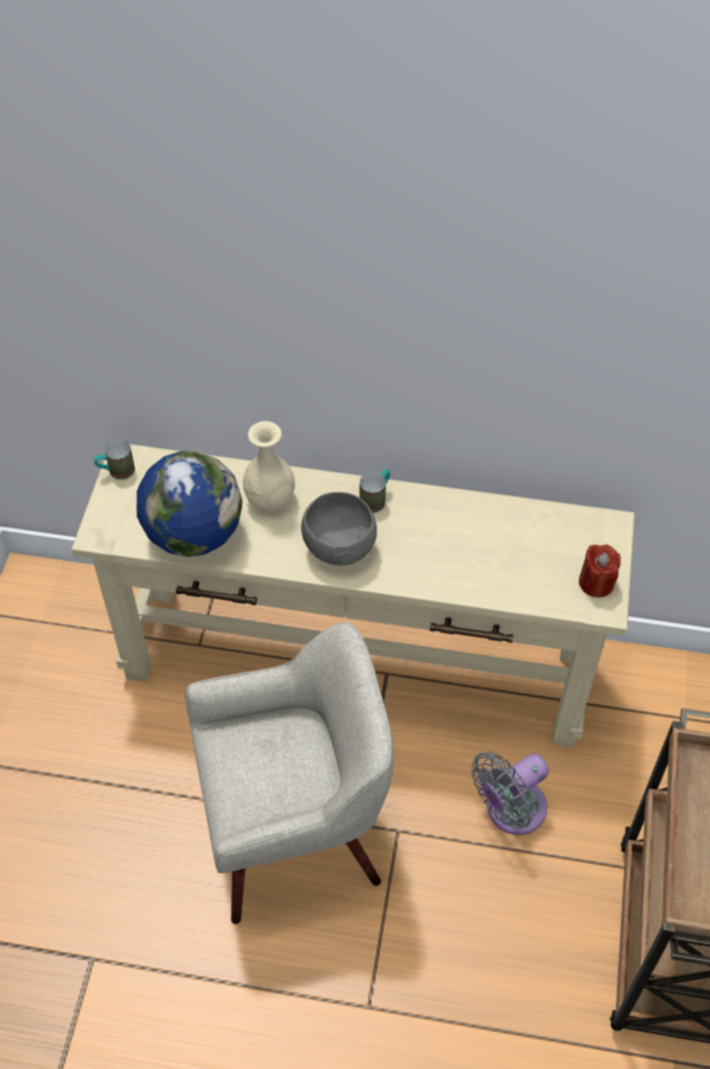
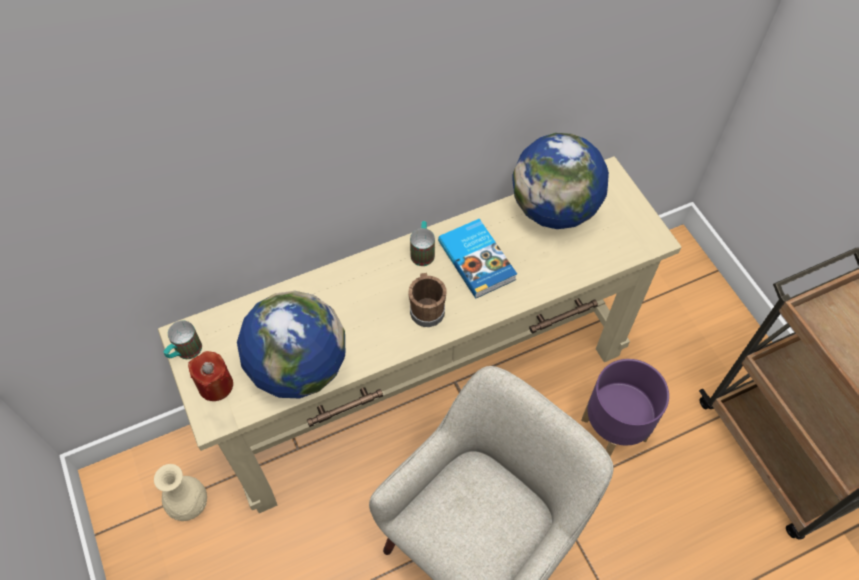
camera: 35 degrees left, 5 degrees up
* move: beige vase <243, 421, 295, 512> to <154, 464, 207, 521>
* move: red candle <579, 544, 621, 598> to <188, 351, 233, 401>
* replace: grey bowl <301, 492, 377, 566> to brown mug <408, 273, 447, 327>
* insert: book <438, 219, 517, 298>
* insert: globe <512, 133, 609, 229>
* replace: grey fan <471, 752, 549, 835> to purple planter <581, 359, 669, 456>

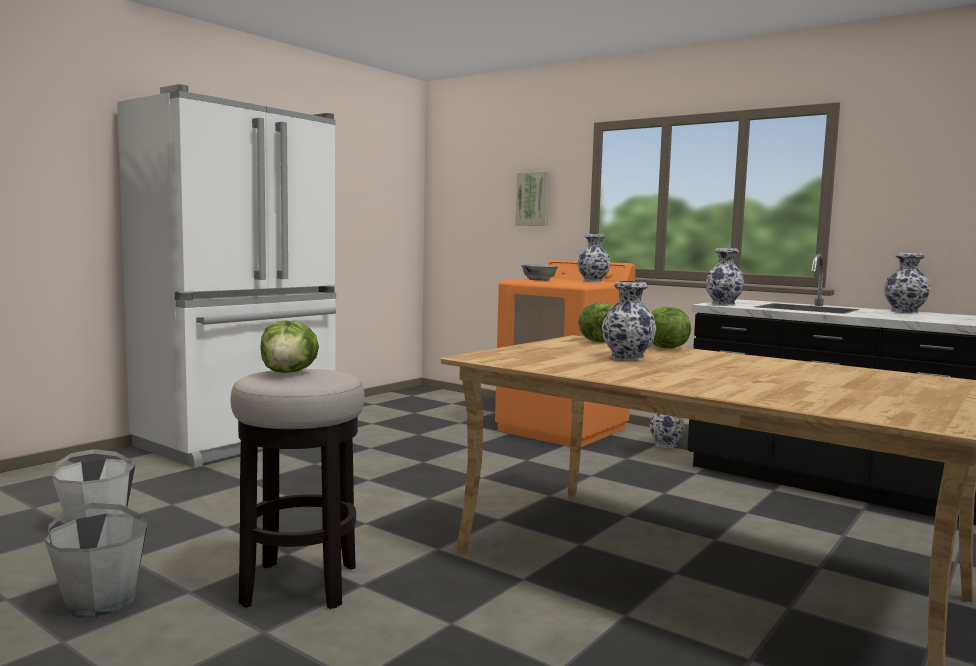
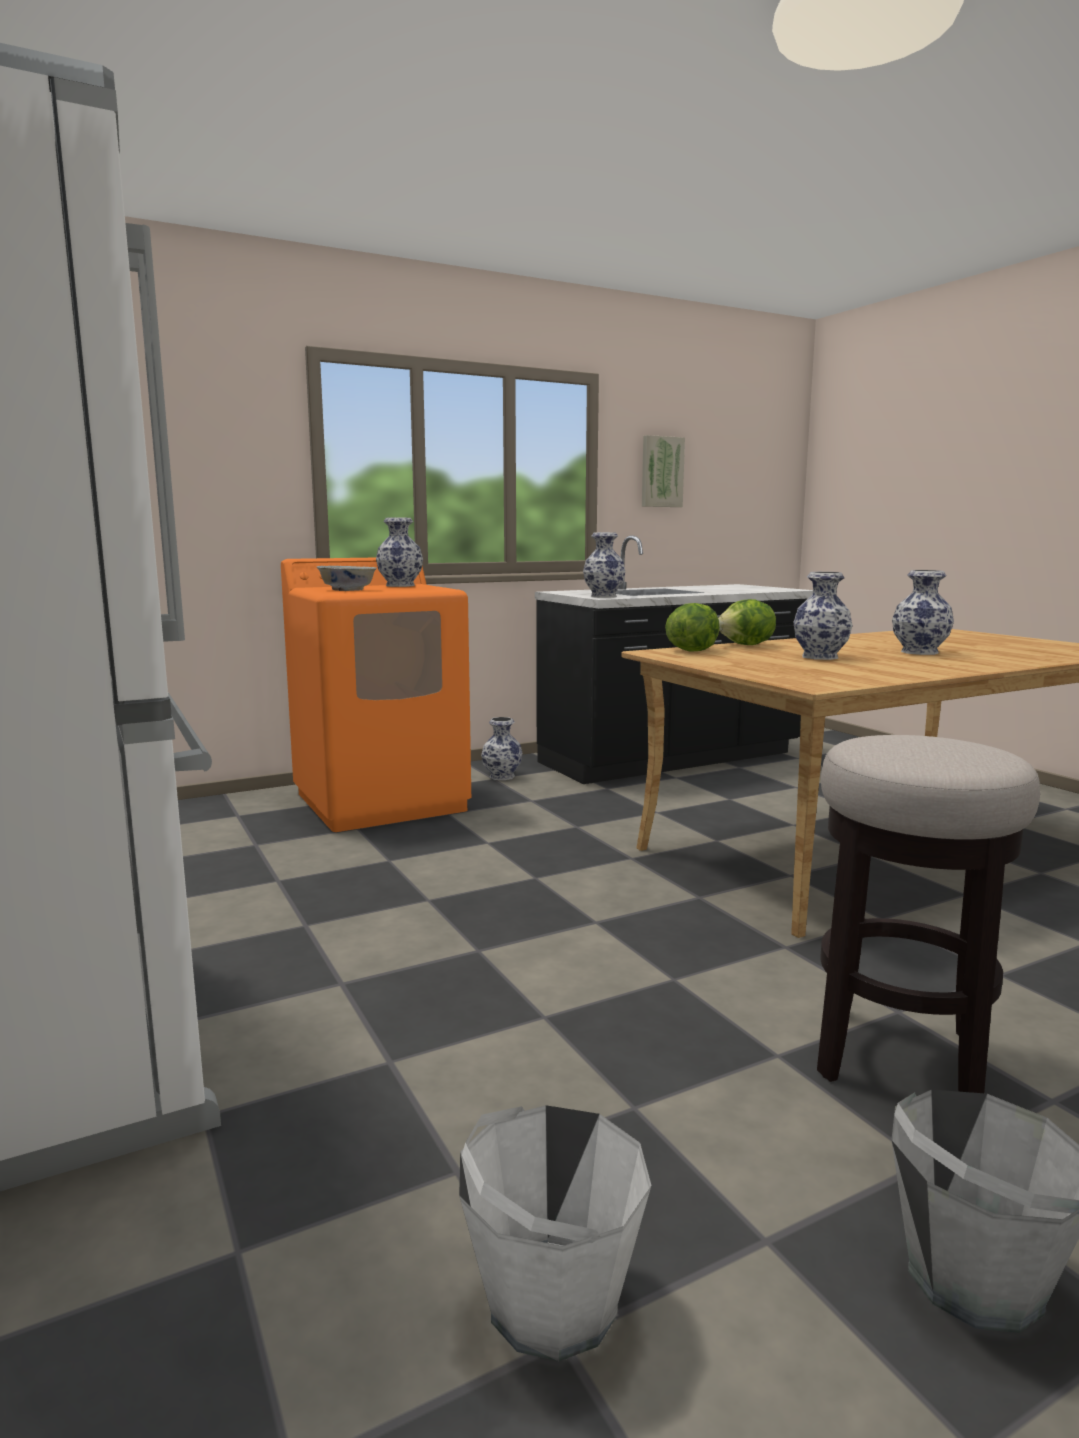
camera: 65 degrees left, 5 degrees up
* move: picture <515, 172, 550, 226> to <642, 435, 685, 507>
* move: vase <884, 253, 930, 313> to <892, 570, 954, 655>
* delete: lettuce <260, 320, 319, 373>

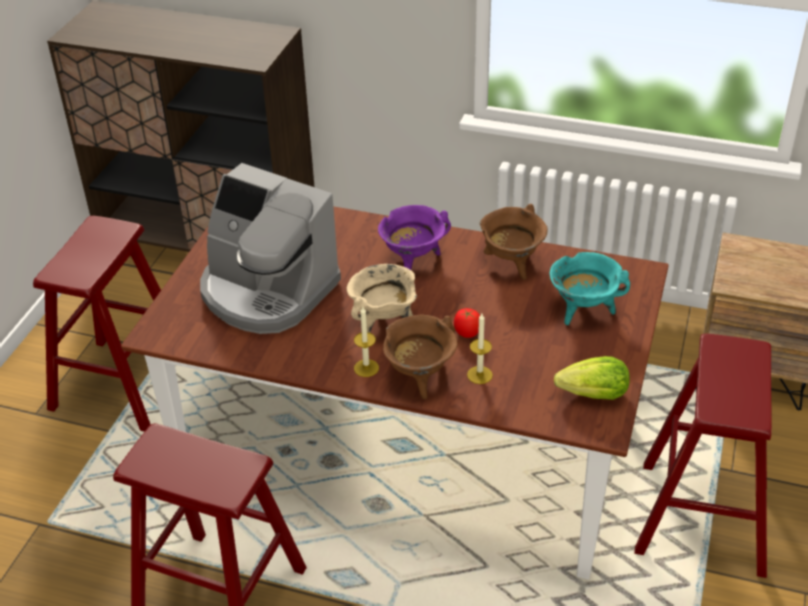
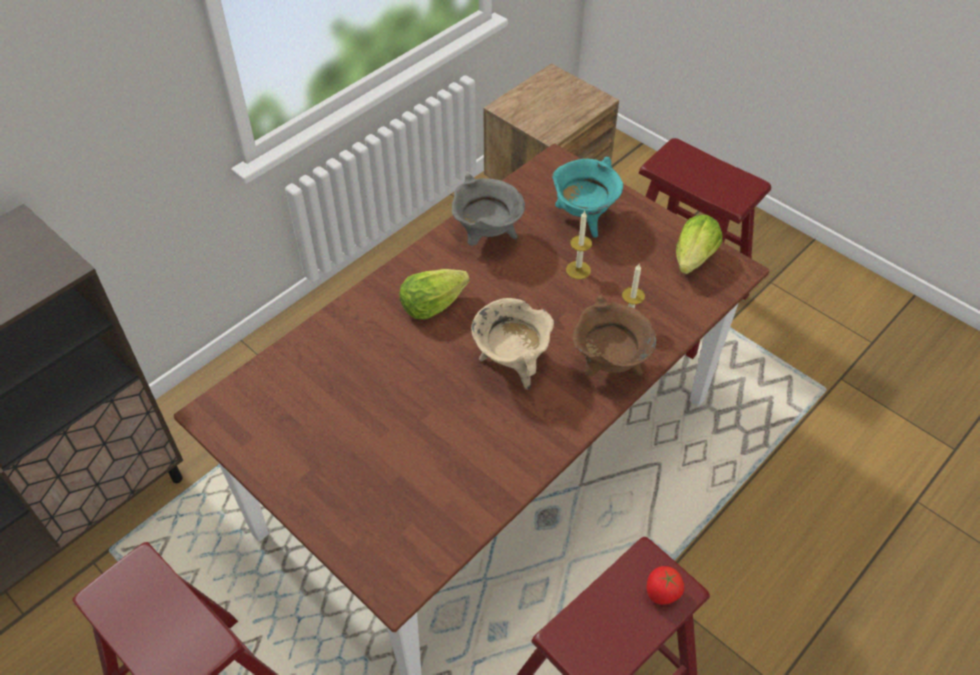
camera: 65 degrees left, 10 degrees up
* replace: purple cooking pot <378, 205, 451, 270> to lettuce <400, 269, 470, 320>
* recolor: brown cooking pot <480, 204, 548, 280> to grey cooking pot <452, 173, 525, 246>
* move: candle <354, 307, 379, 377> to <566, 211, 592, 279>
* move: tomato <454, 308, 480, 338> to <646, 566, 684, 605>
* delete: coffee machine <200, 163, 341, 334>

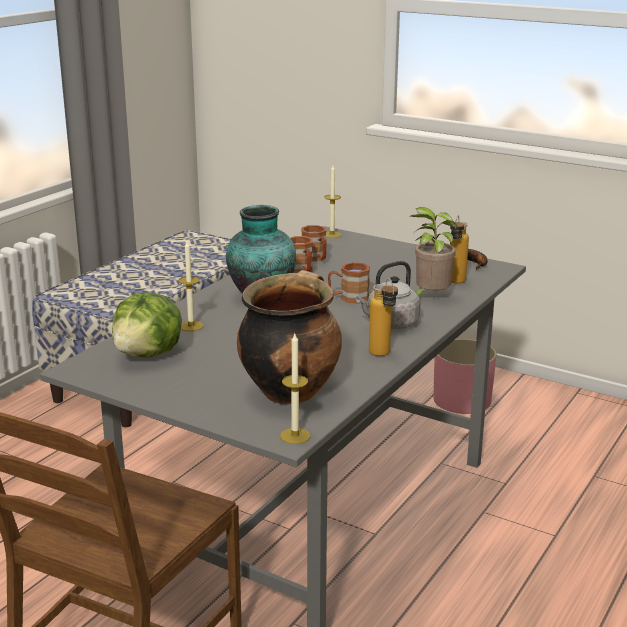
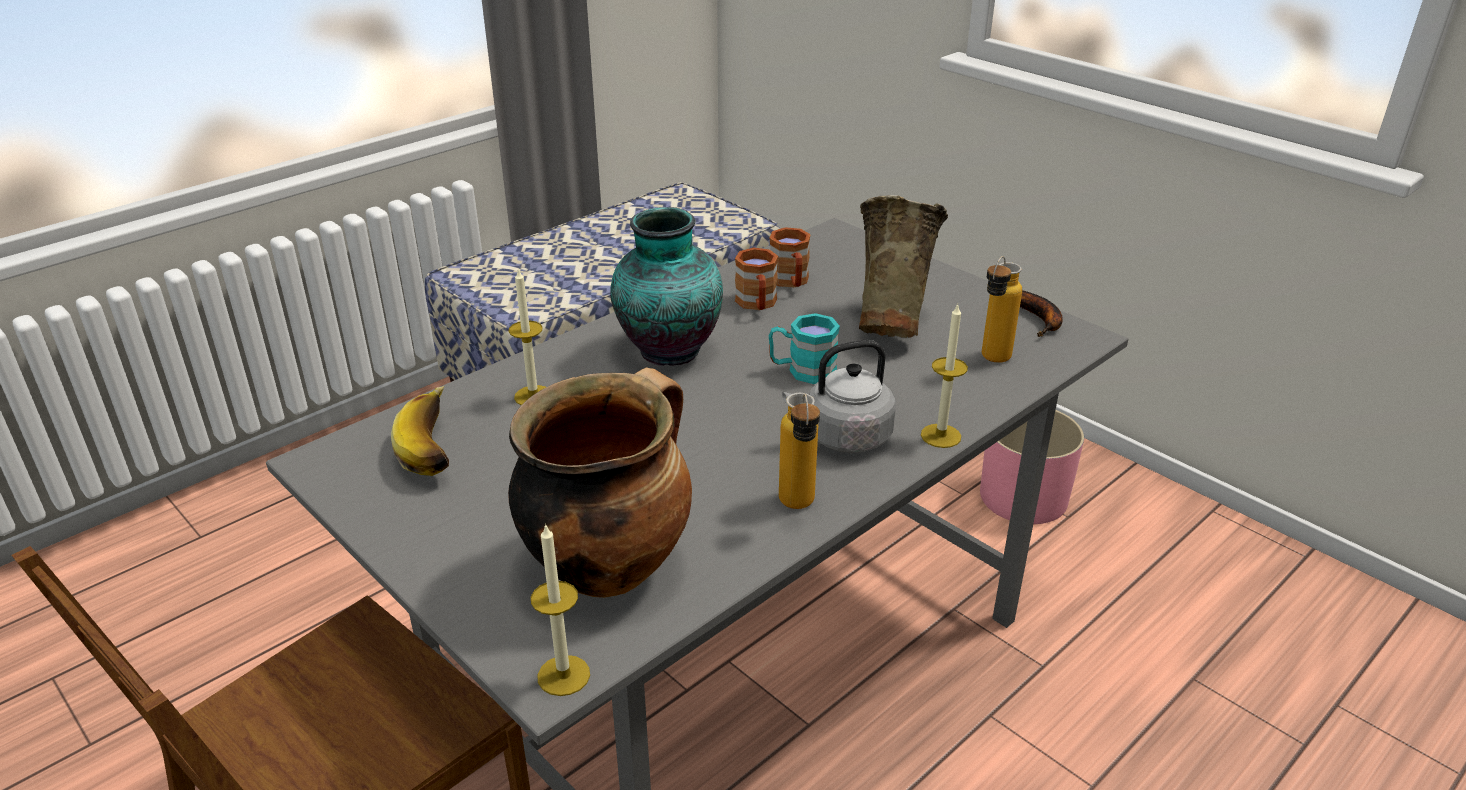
camera: 15 degrees right, 10 degrees up
* replace: lettuce <112, 293, 182, 358> to banana <391, 386, 449, 476>
* recolor: brown mug <328, 262, 370, 304> to turquoise mug <769, 313, 840, 384>
* insert: beige vase <859, 195, 948, 338>
* move: candle <324, 166, 342, 238> to <921, 304, 968, 448>
* delete: potted plant <411, 207, 457, 295>

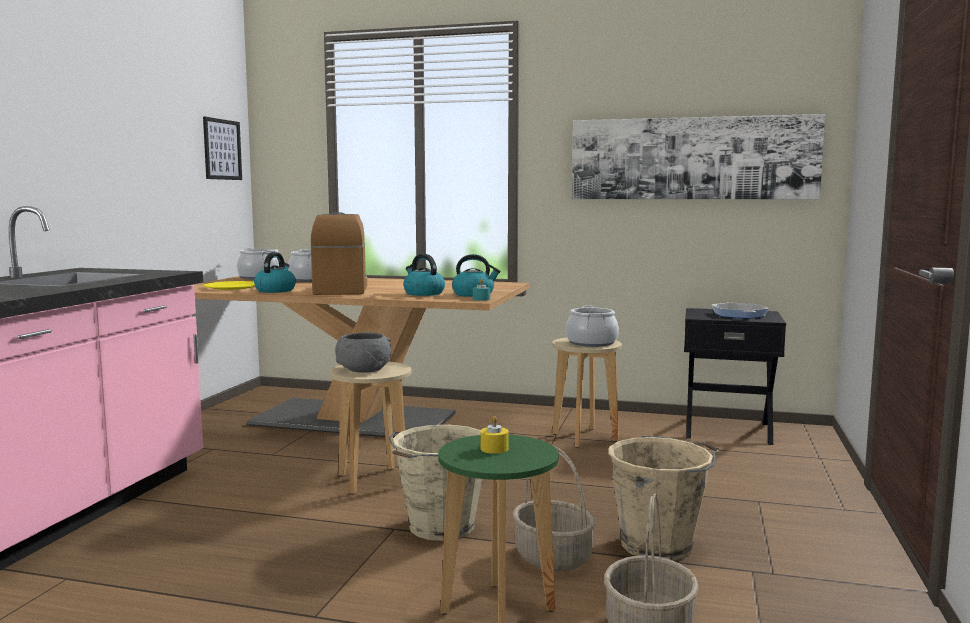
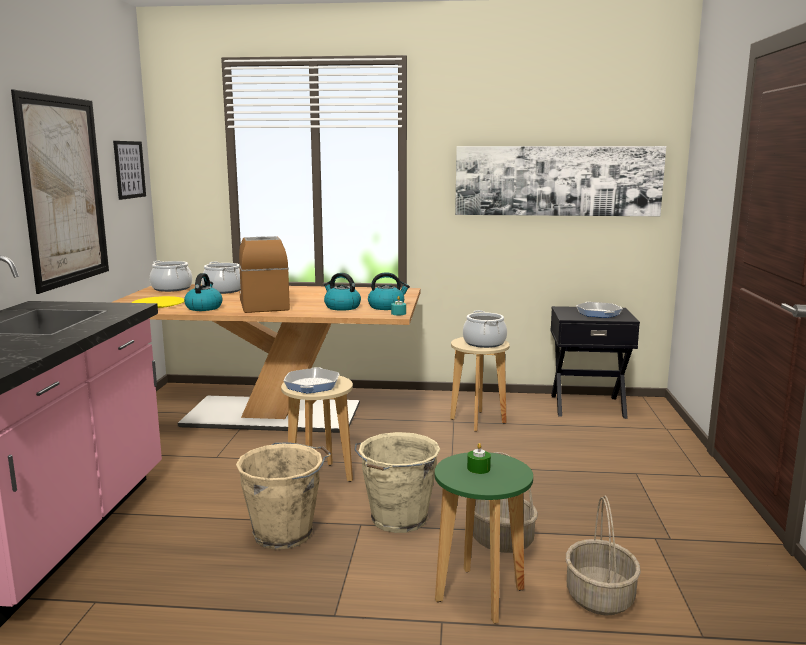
camera: 10 degrees left, 5 degrees up
* insert: picture <11, 89, 109, 294>
* move: beige bucket <609, 436, 719, 561> to <236, 442, 331, 550>
* replace: grey bowl <335, 332, 391, 373> to frying pan <284, 367, 339, 394>
* recolor: yellow candle <480, 416, 509, 454> to green candle <467, 443, 491, 474>

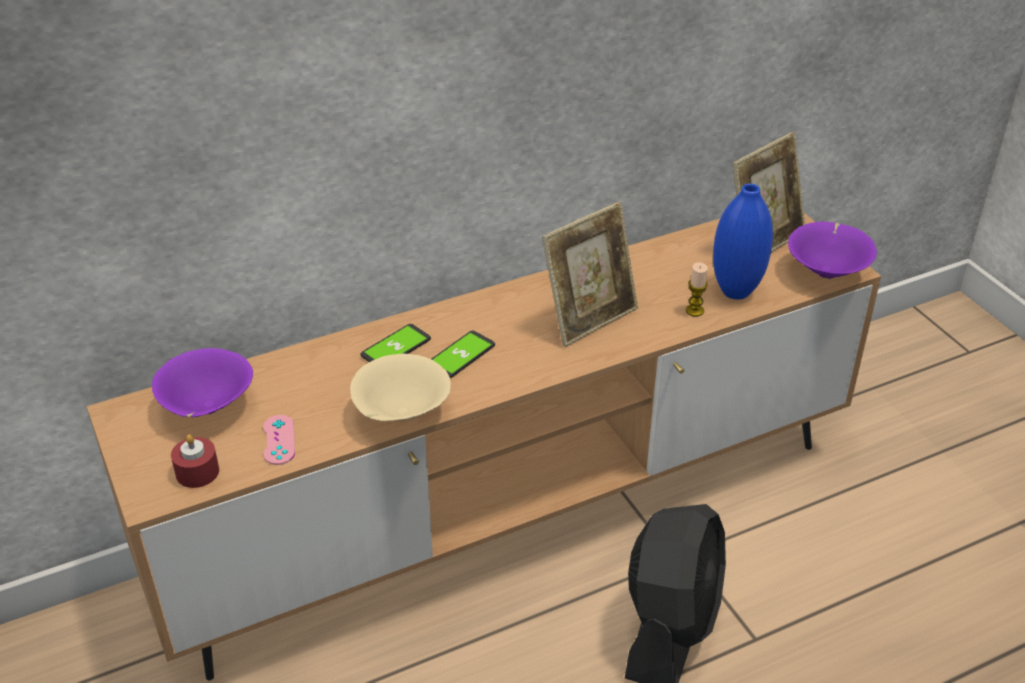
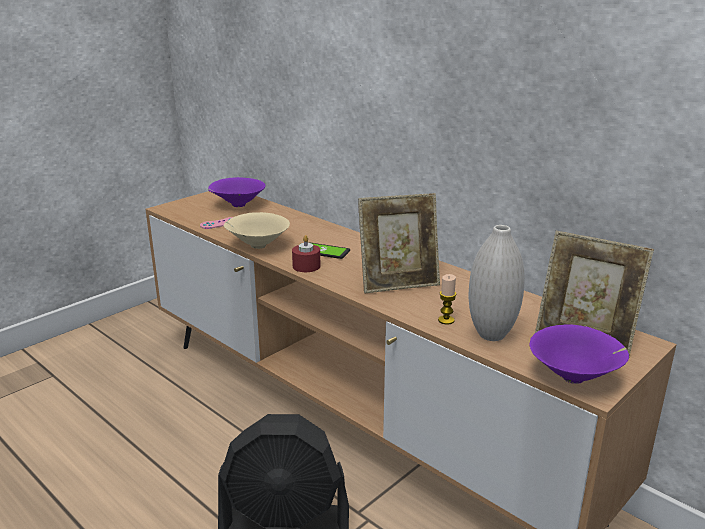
camera: 70 degrees right, 15 degrees down
* move: red candle <171, 435, 219, 488> to <292, 235, 321, 272>
* rotate: picture frame <542, 202, 638, 347> = <358, 193, 440, 293> 45 degrees counterclockwise
* recolor: blue vase <713, 183, 773, 300> to white vase <469, 225, 525, 341>
* delete: phone <360, 324, 431, 362>

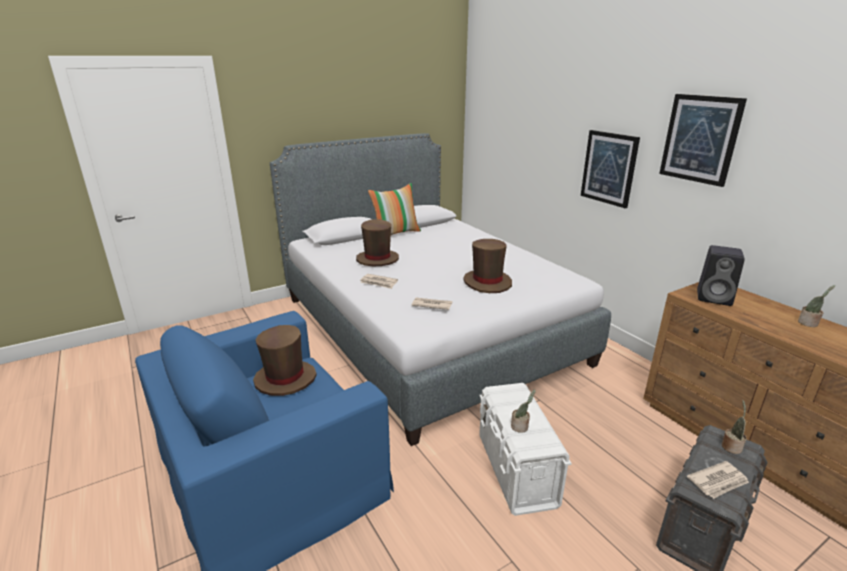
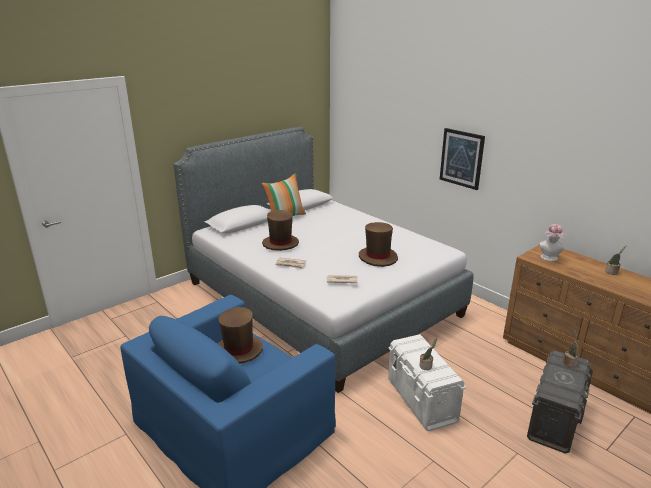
camera: 10 degrees left, 0 degrees up
* replace: black speaker <697, 245, 745, 306> to hat <539, 224, 566, 261>
* delete: picture <659, 94, 747, 187>
* delete: newspaper <687, 461, 749, 499>

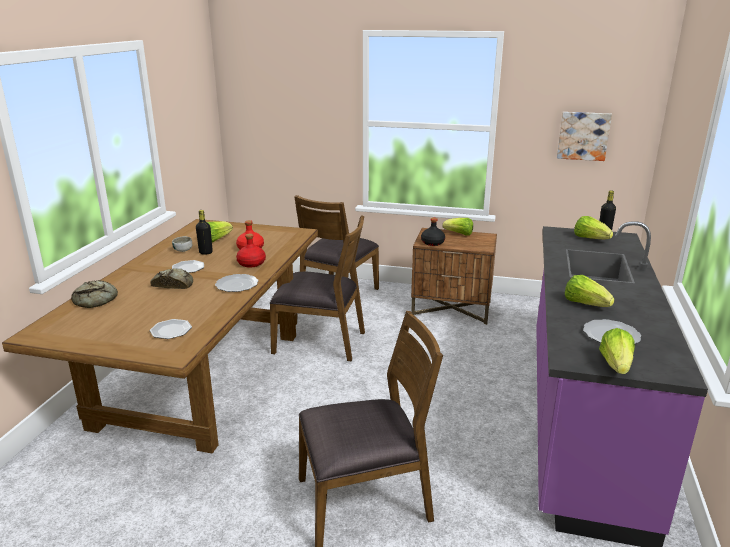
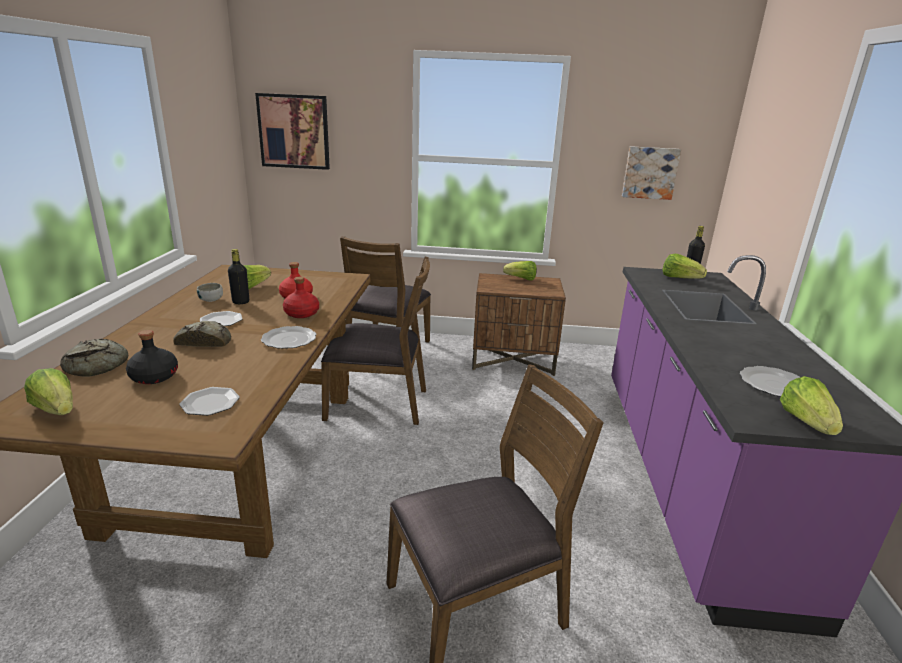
camera: 10 degrees left, 0 degrees up
* move: lettuce <565, 275, 614, 307> to <24, 368, 73, 415>
* move: black bottle <421, 218, 445, 246> to <126, 330, 178, 384>
* insert: picture <255, 93, 330, 170>

